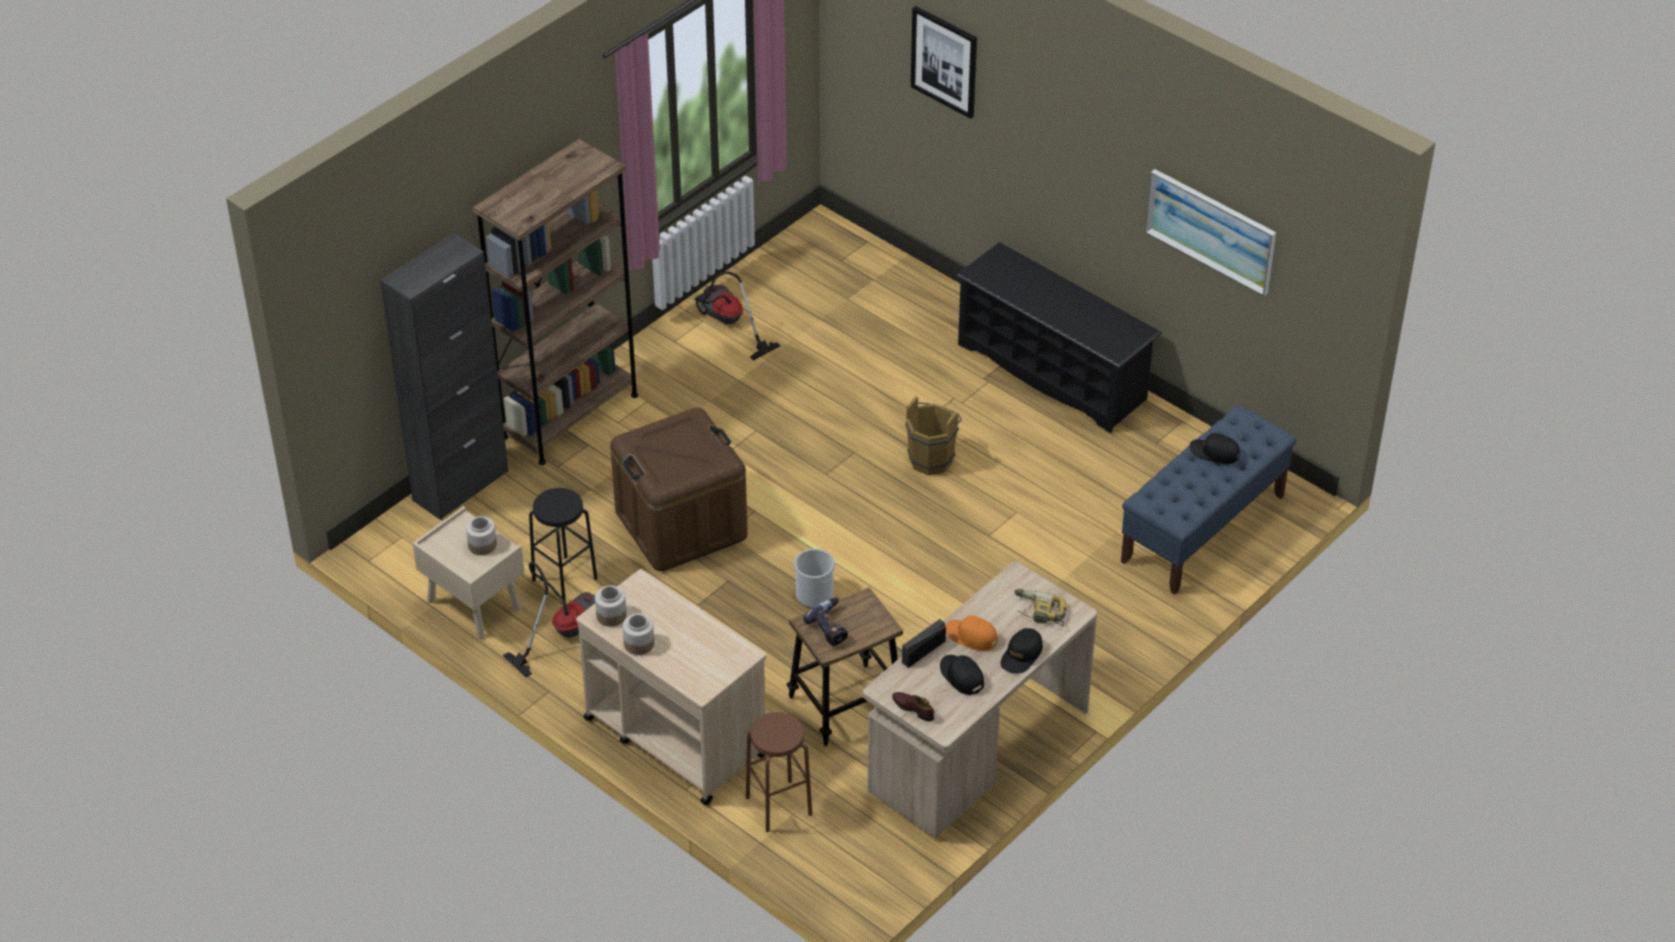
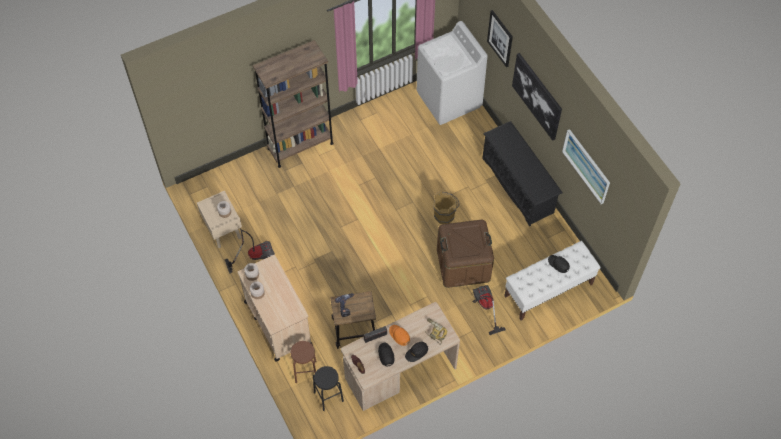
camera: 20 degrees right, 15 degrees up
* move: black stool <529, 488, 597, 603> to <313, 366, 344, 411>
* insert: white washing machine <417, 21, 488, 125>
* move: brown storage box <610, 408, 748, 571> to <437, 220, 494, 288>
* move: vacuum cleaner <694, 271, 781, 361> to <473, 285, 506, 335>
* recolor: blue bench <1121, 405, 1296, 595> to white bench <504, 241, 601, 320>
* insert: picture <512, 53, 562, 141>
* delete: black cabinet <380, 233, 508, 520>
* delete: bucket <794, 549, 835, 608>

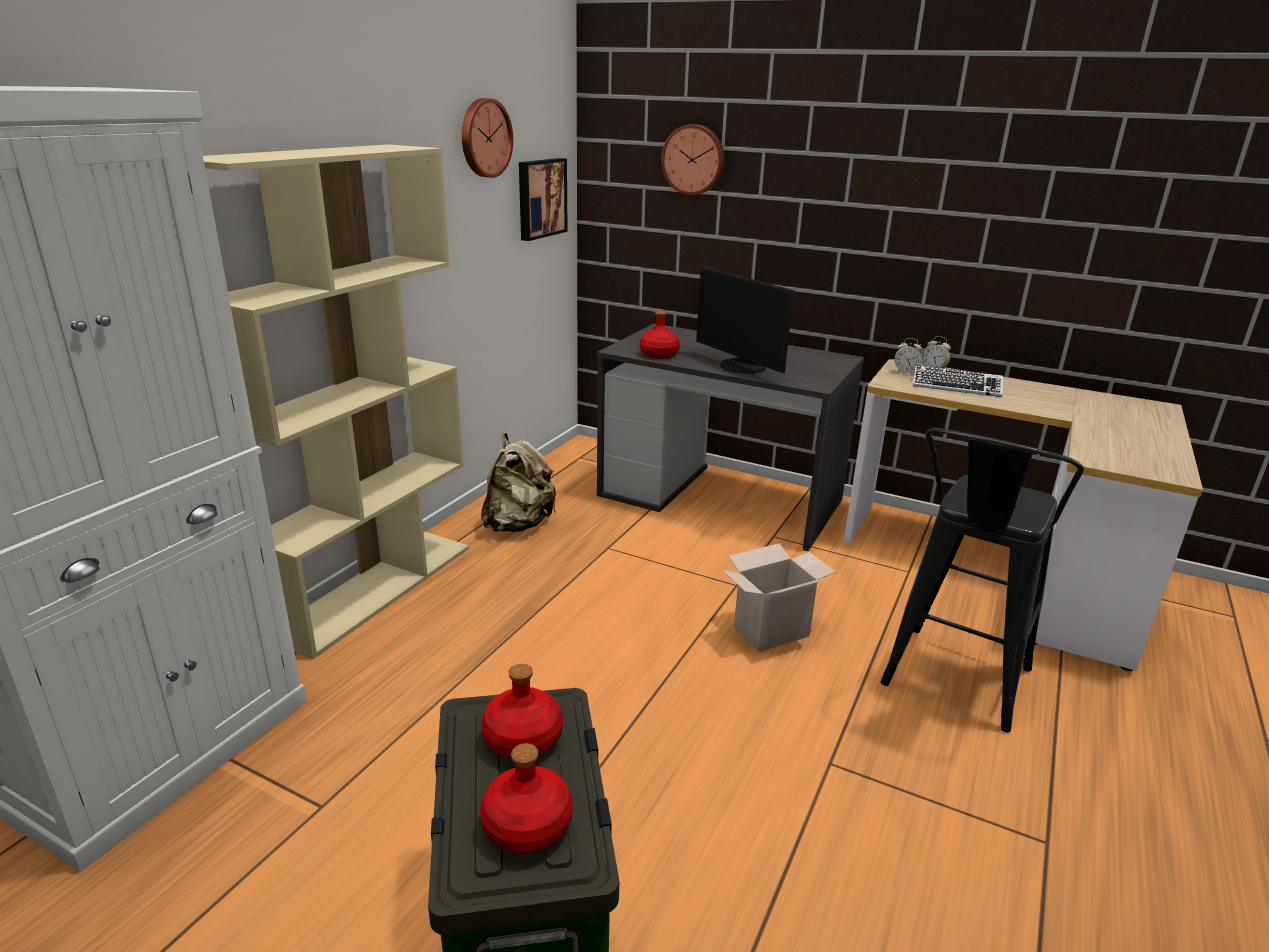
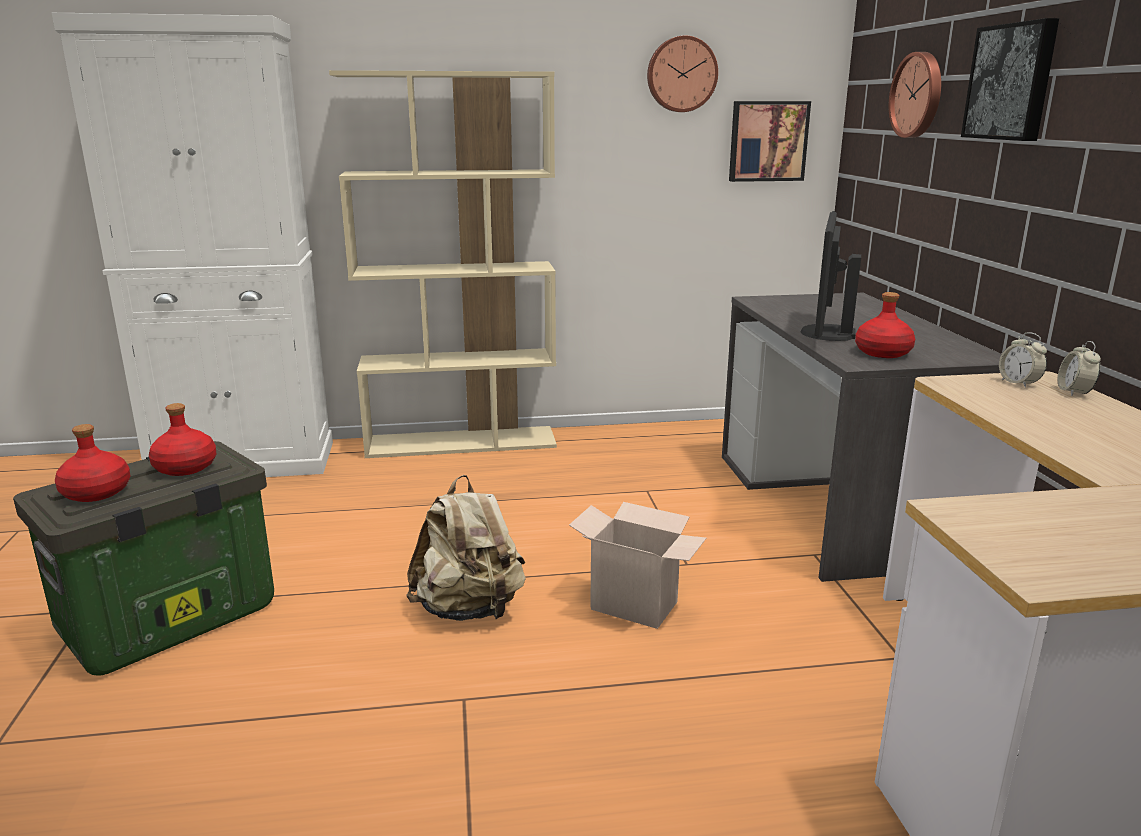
camera: 55 degrees right, 5 degrees down
* move: beige backpack <481, 433, 556, 532> to <406, 475, 526, 621>
* move: red bottle <640, 311, 680, 359> to <855, 292, 915, 358>
* insert: picture <961, 18, 1059, 141>
* delete: black stool <881, 428, 1084, 732>
* delete: keyboard <913, 365, 1003, 397>

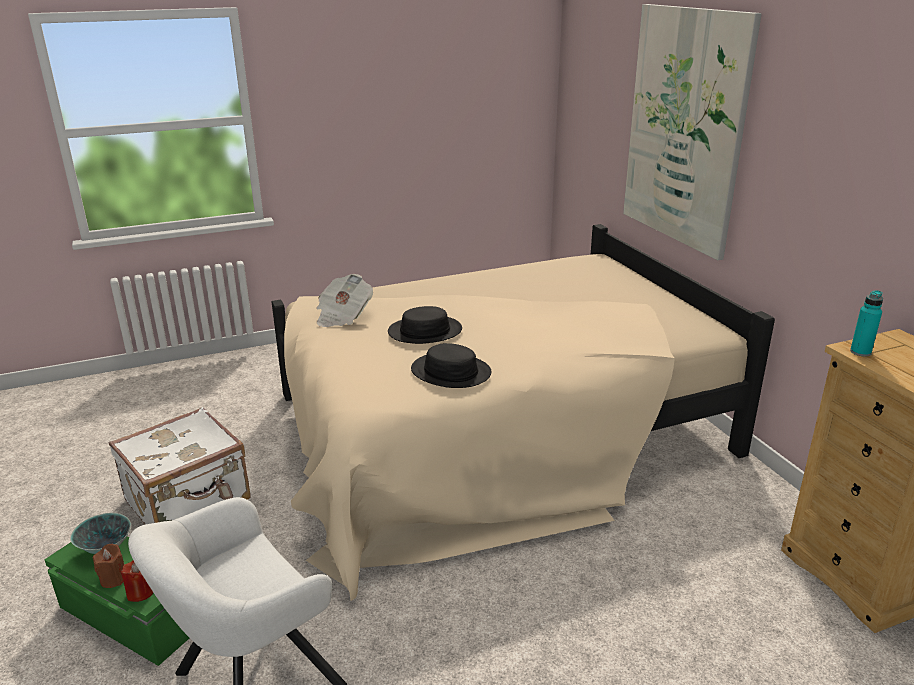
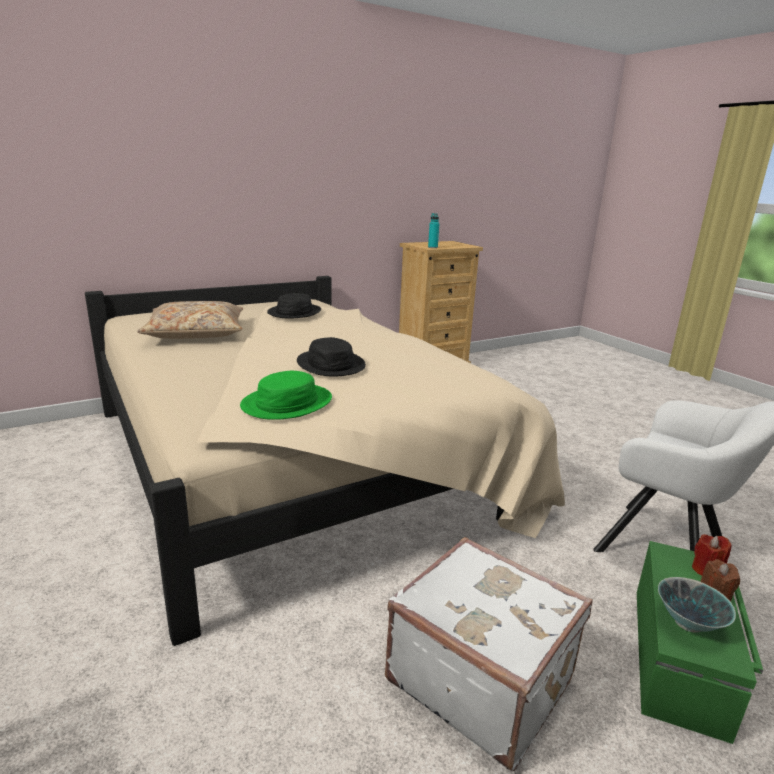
camera: 100 degrees left, 5 degrees down
* insert: beige pillow <137, 301, 243, 339>
* replace: newspaper <317, 274, 373, 327> to green hat <240, 371, 332, 420>
* move: black hat <411, 343, 491, 388> to <267, 293, 321, 318>
* delete: picture <623, 4, 762, 260>

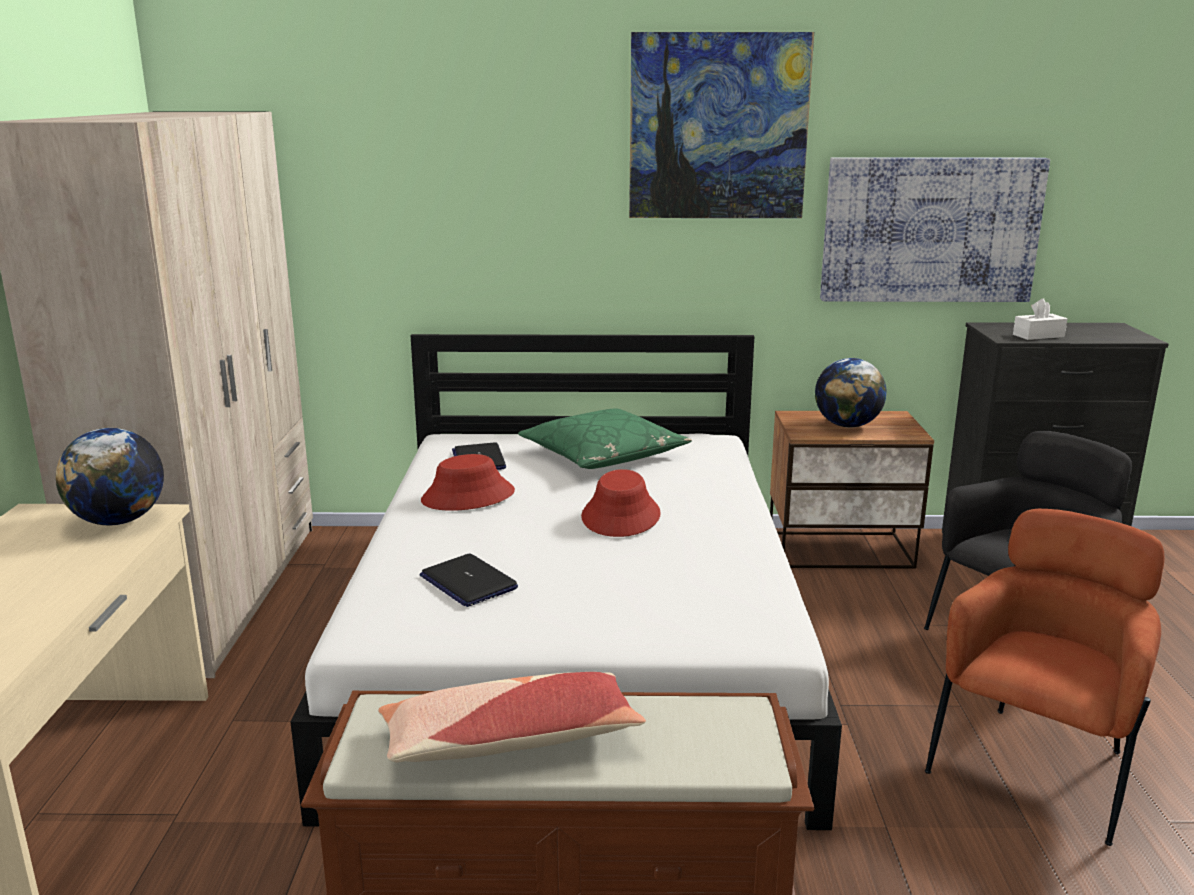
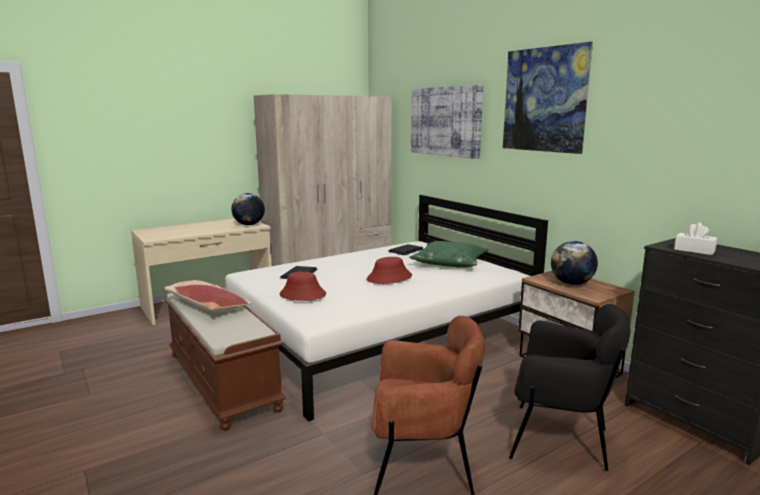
camera: 55 degrees right, 5 degrees down
* move: red hat <421, 454, 515, 511> to <280, 272, 326, 301>
* move: picture <820, 157, 1050, 302> to <411, 85, 483, 159>

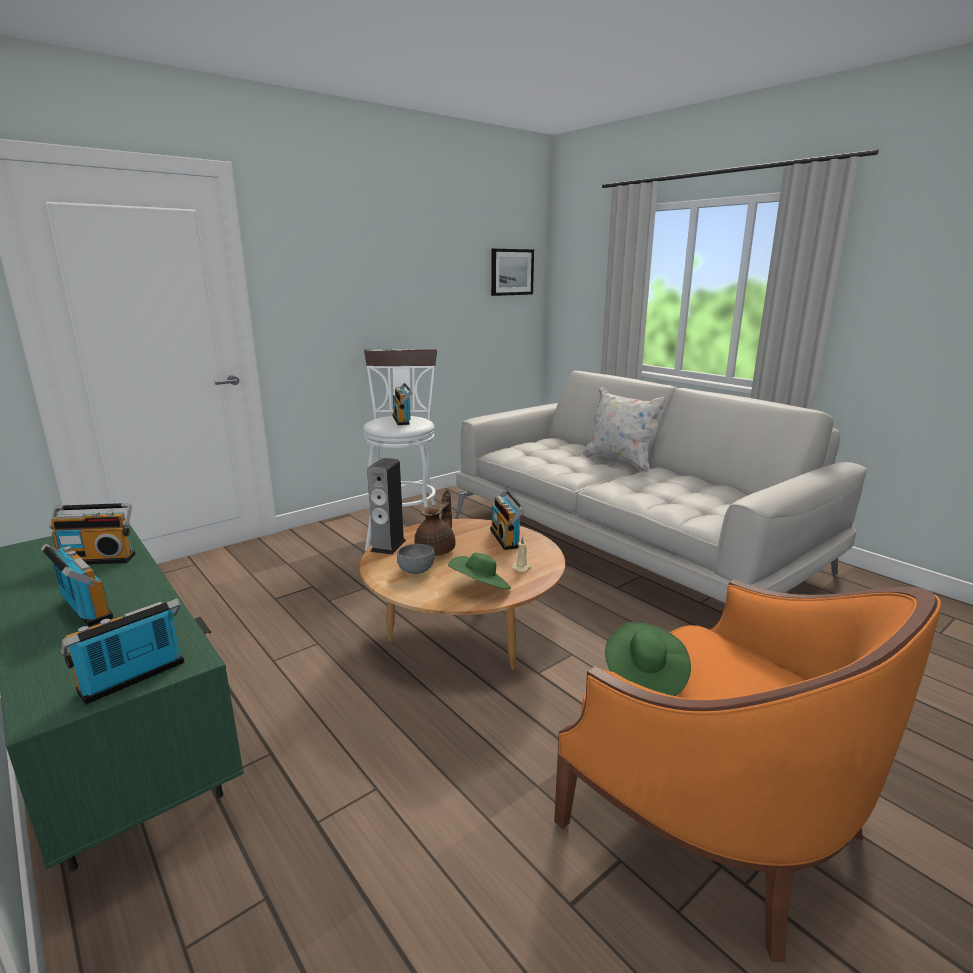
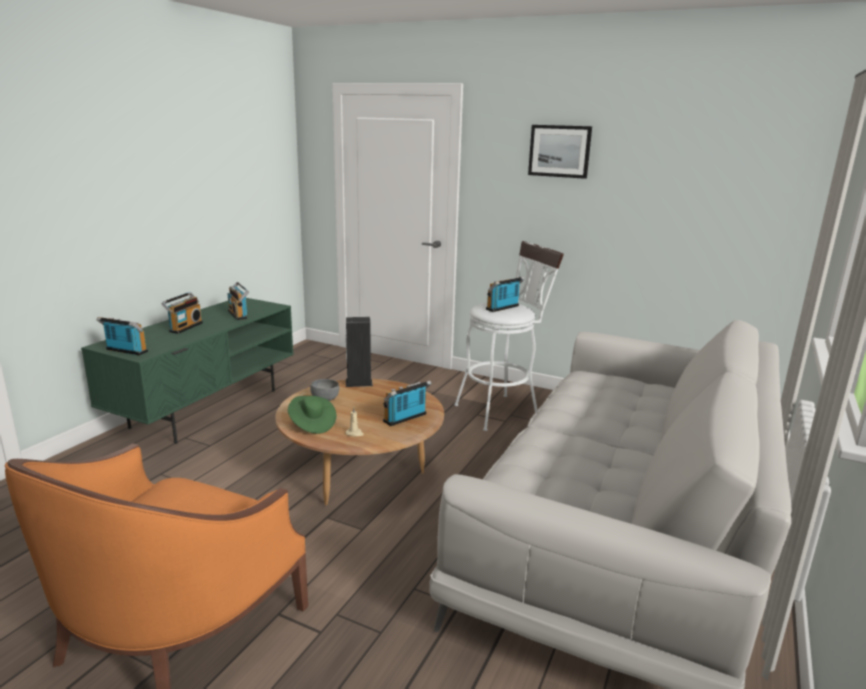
camera: 65 degrees right, 0 degrees up
* move: picture <491, 249, 534, 296> to <528, 125, 592, 179>
* delete: brown teapot <414, 490, 456, 556>
* delete: white pillow <582, 387, 668, 473>
* delete: green hat <605, 622, 691, 696>

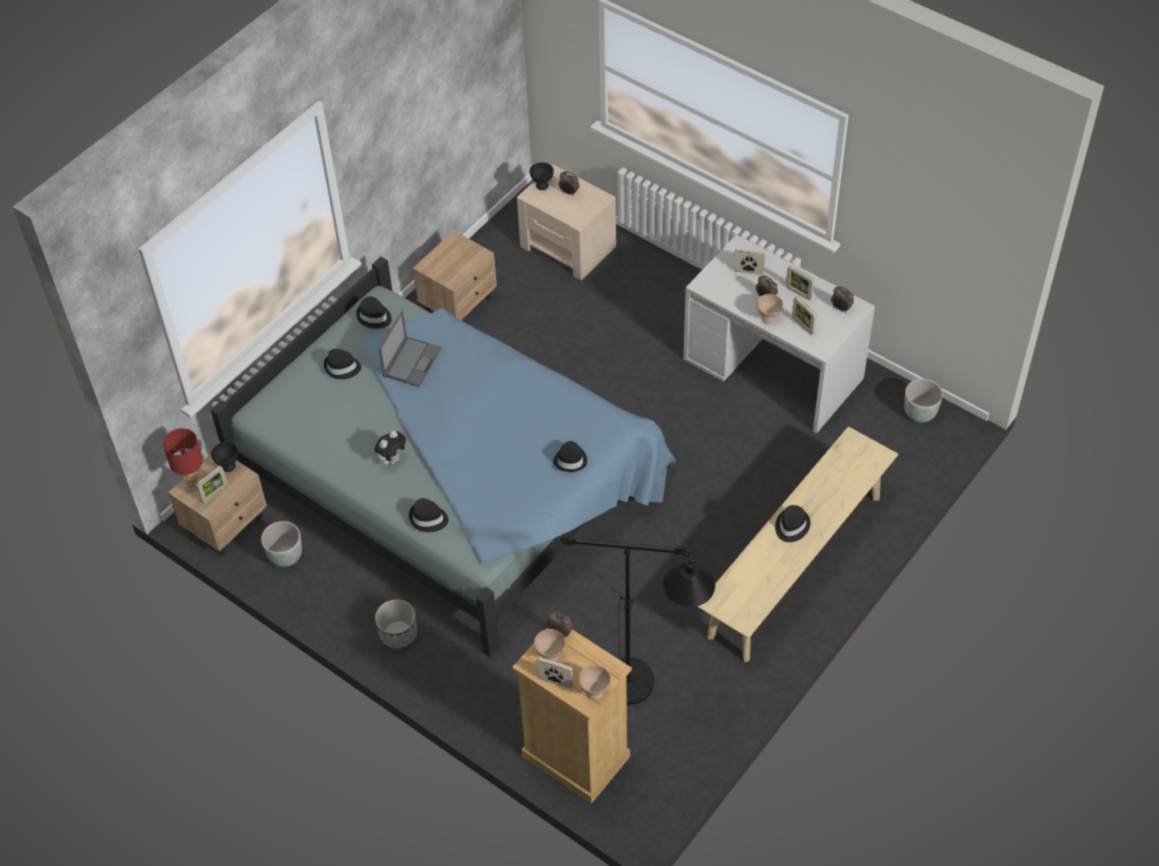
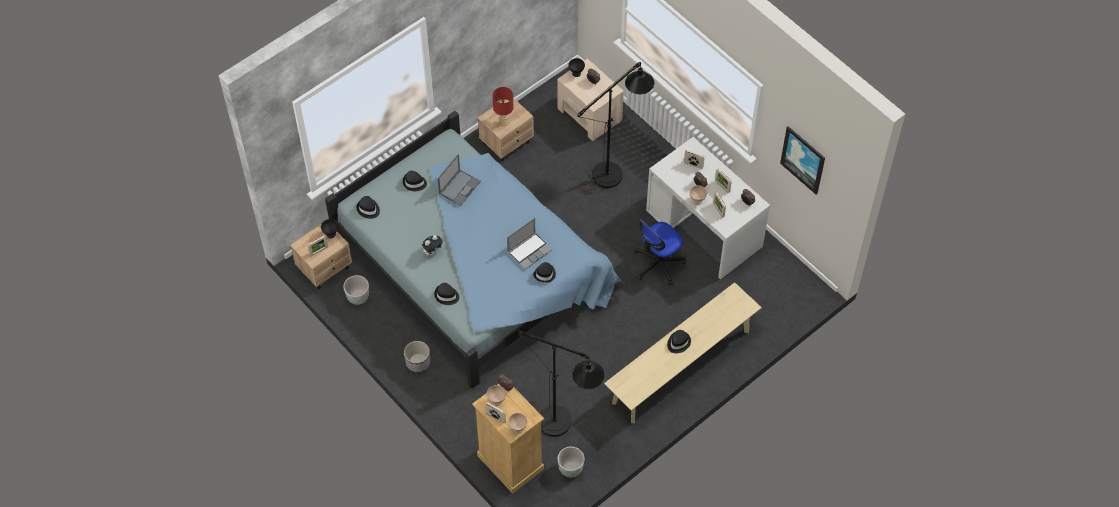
camera: 10 degrees right, 5 degrees up
* move: black hat <356, 296, 392, 329> to <357, 196, 380, 219>
* move: red table lamp <163, 428, 203, 492> to <492, 87, 514, 126>
* insert: laptop <507, 217, 553, 270>
* move: grey planter <904, 379, 943, 423> to <558, 447, 584, 477>
* insert: black floor lamp <578, 62, 654, 194>
* insert: office chair <634, 219, 686, 286>
* insert: picture <780, 126, 825, 195>

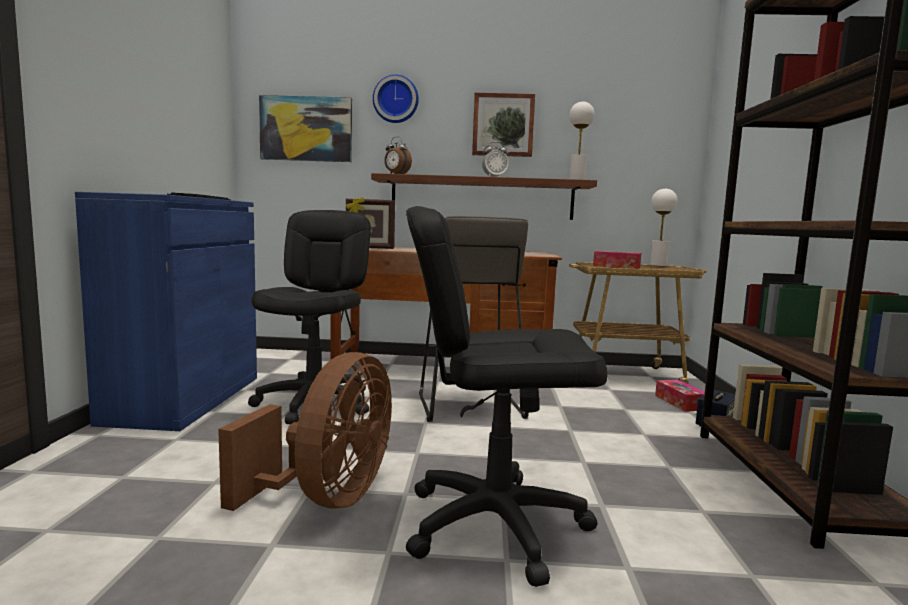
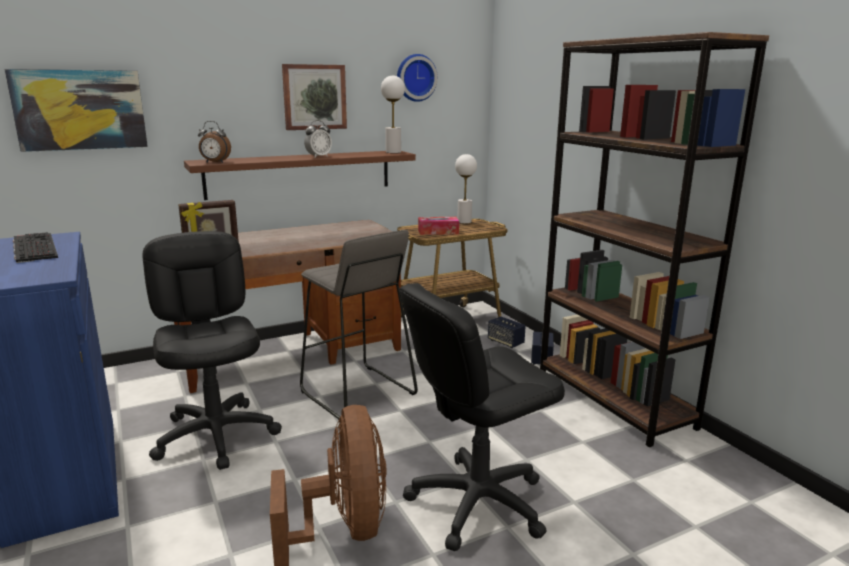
camera: 30 degrees left, 10 degrees up
* move: wall clock <373, 75, 419, 123> to <397, 54, 438, 102>
* replace: tissue box <655, 380, 705, 412> to speaker <488, 316, 526, 348>

